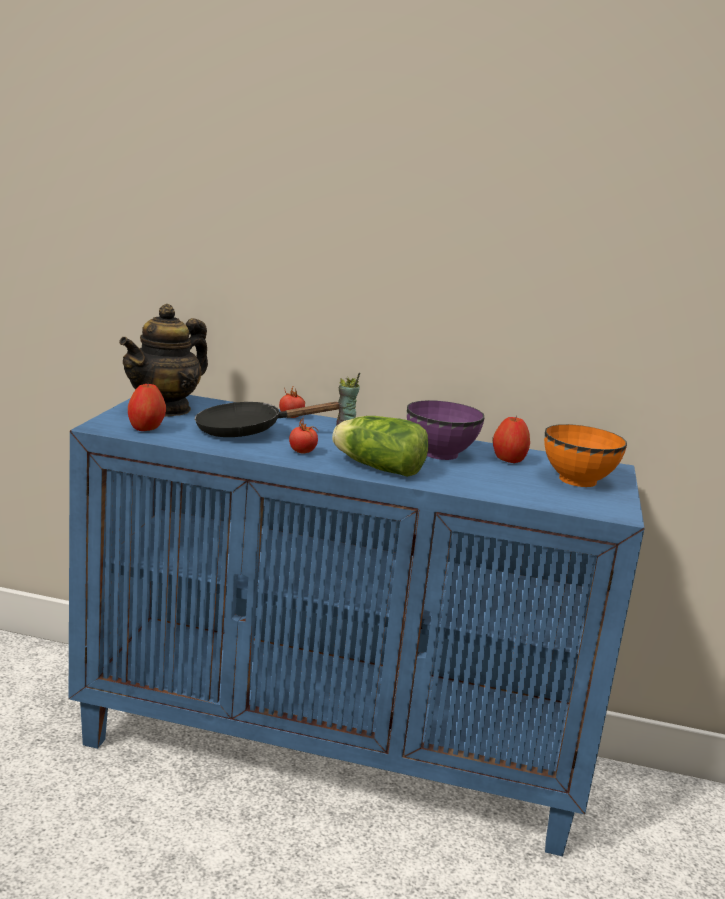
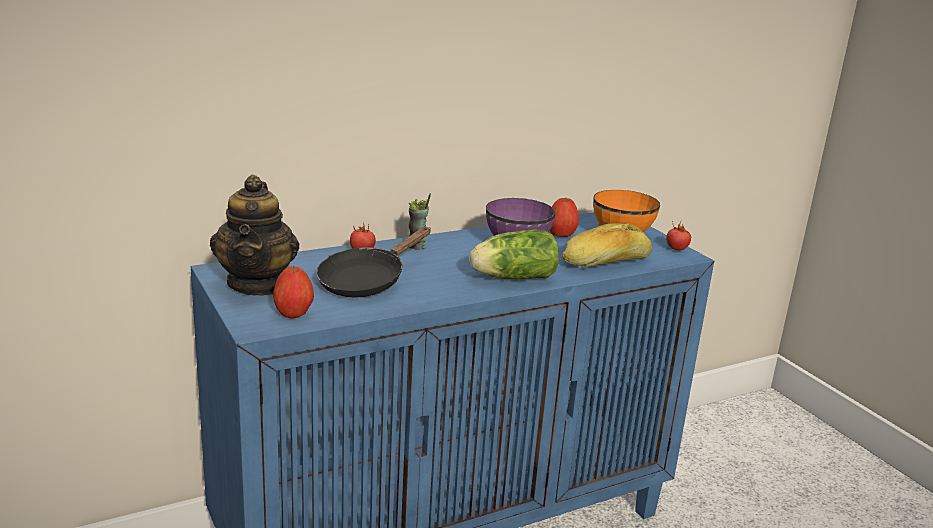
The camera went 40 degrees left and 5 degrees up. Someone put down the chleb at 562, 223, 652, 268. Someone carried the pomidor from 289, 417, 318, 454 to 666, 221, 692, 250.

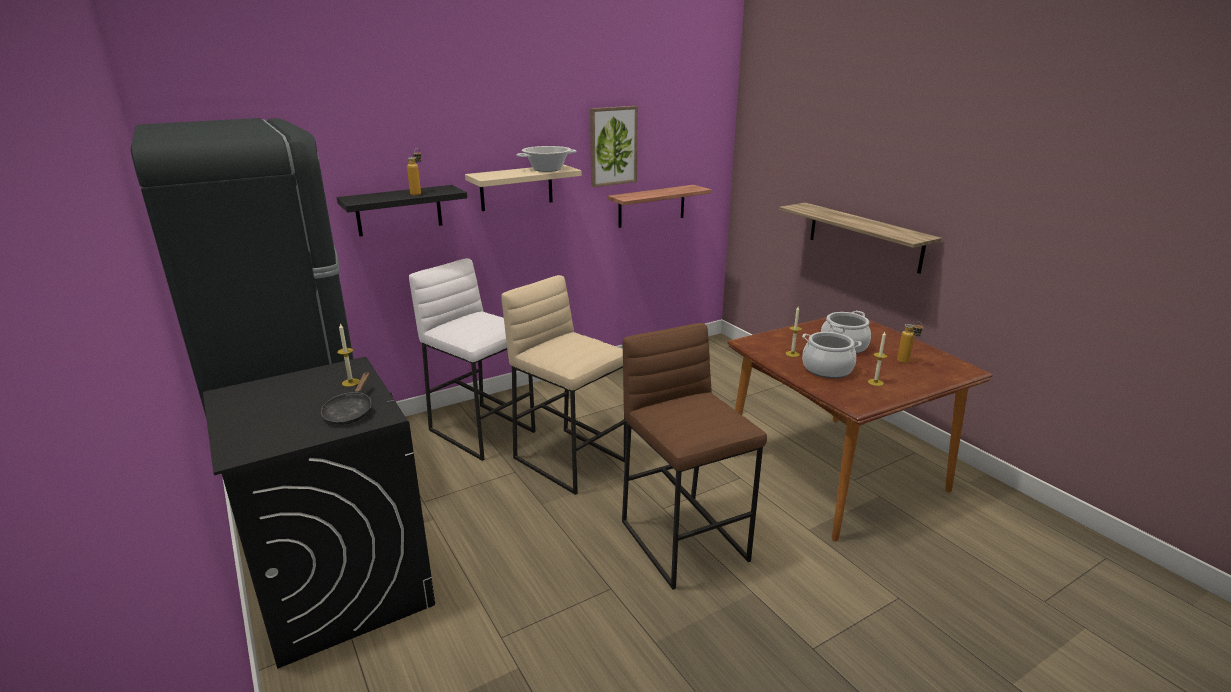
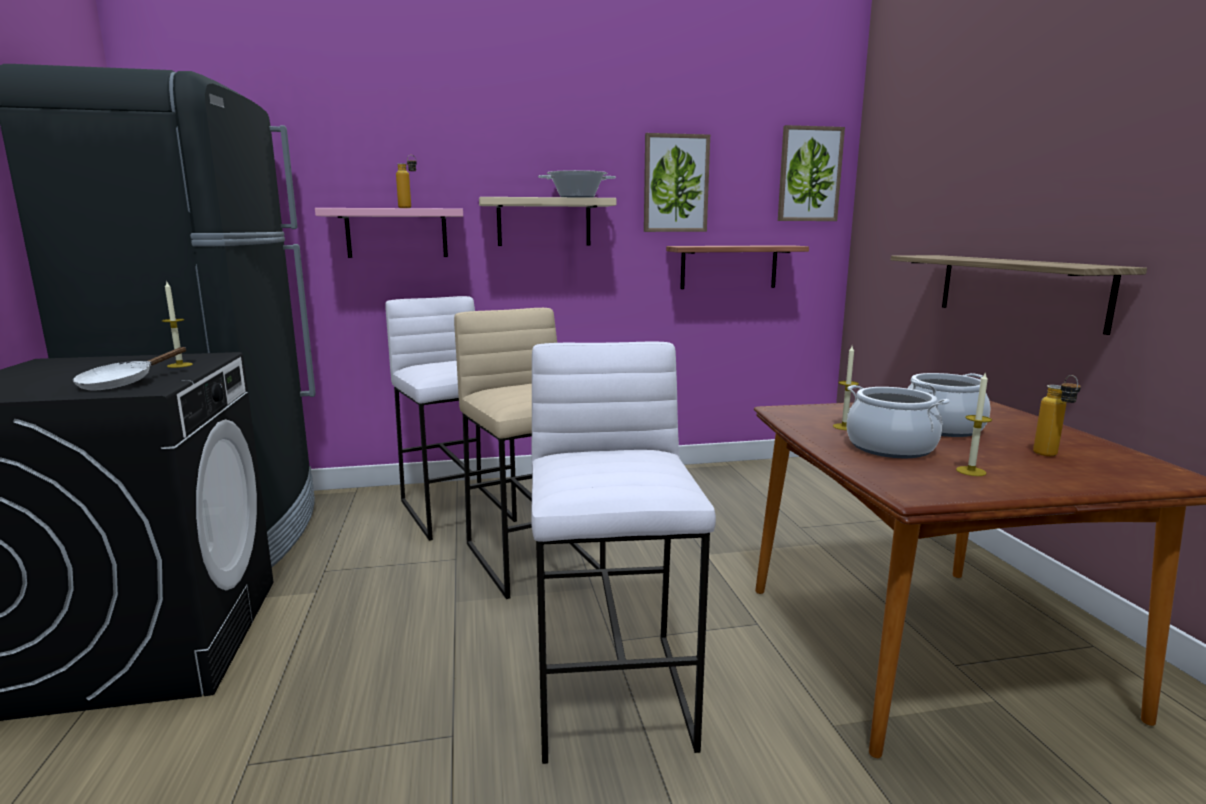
The camera went 20 degrees right and 10 degrees down. Someone repainted the patelnia (czarny) at 321, 372, 371, 425, which became the patelnia (biały) at 73, 347, 187, 391. Someone repainted the półka (czarny) at 337, 185, 467, 237, which became the półka (różowy) at 315, 208, 463, 258. Someone repainted the stołek (brązowy) at 622, 323, 767, 590, which became the stołek (biały) at 531, 342, 716, 764. Someone put up the obraz at 778, 125, 845, 221.

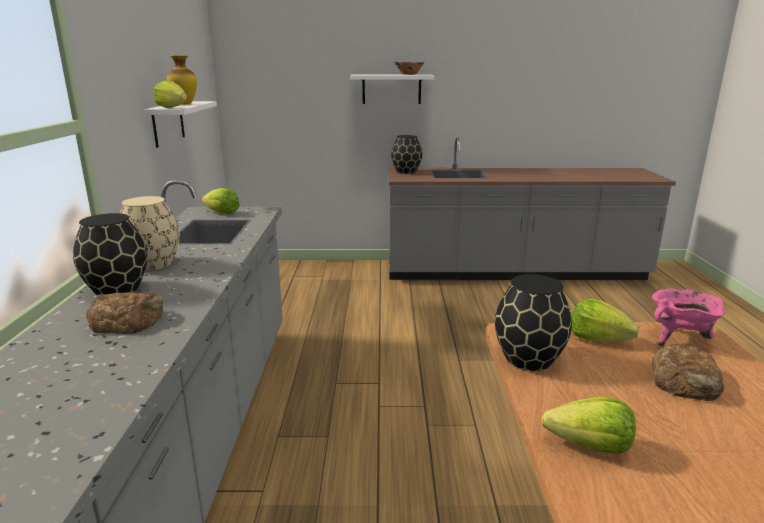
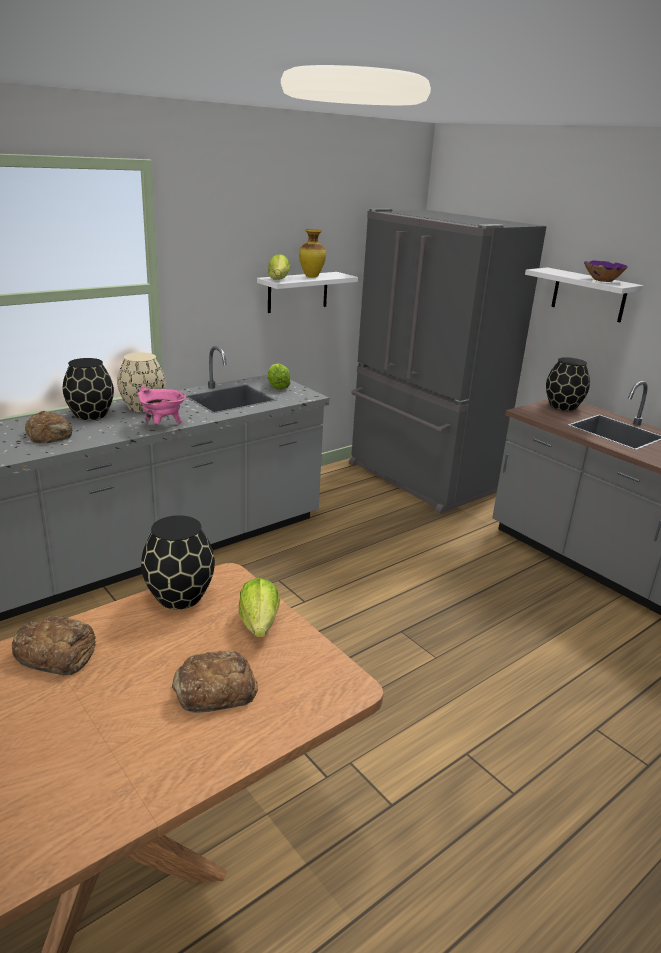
The camera went 50 degrees right and 5 degrees up. Someone swapped the sałata at 542, 397, 636, 454 for the chleb at 12, 616, 96, 676. Someone carried the garnek (różowy) from 652, 289, 725, 346 to 137, 386, 186, 424. Someone put down the lodówka (szary) at 349, 209, 547, 514.

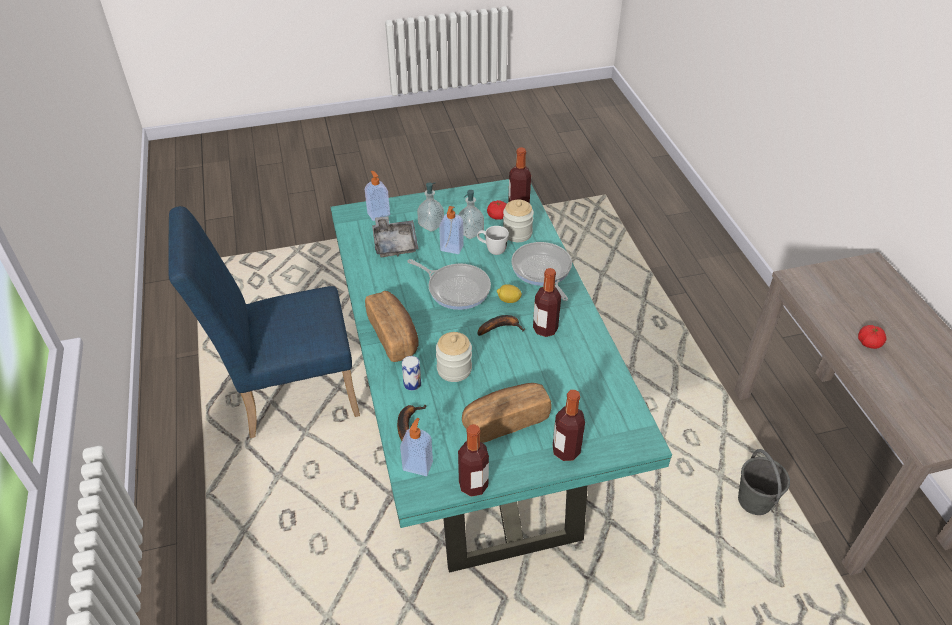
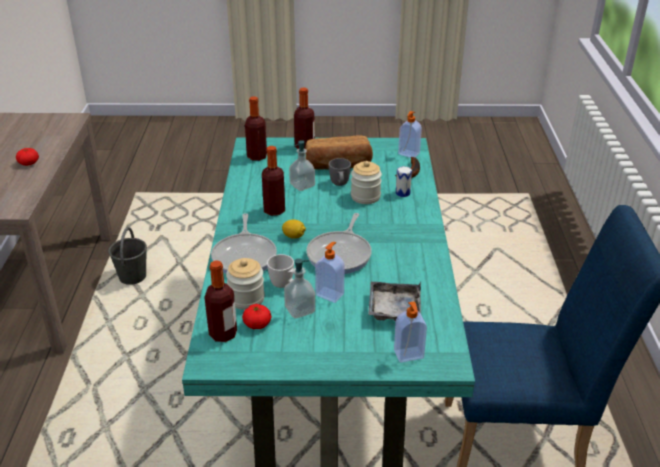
The camera went 165 degrees left and 10 degrees down. Someone carried the butelka from 458, 424, 489, 497 to 245, 96, 267, 161. Someone carried the dozownik mydła from 417, 183, 444, 232 to 289, 140, 315, 191. Someone rotated the patelnia at 407, 259, 491, 310 by 120 degrees counterclockwise. Someone put down the kubek (szary) at 329, 158, 351, 186. Someone took away the chleb at 365, 291, 419, 362. Someone took away the banan at 477, 315, 525, 336.

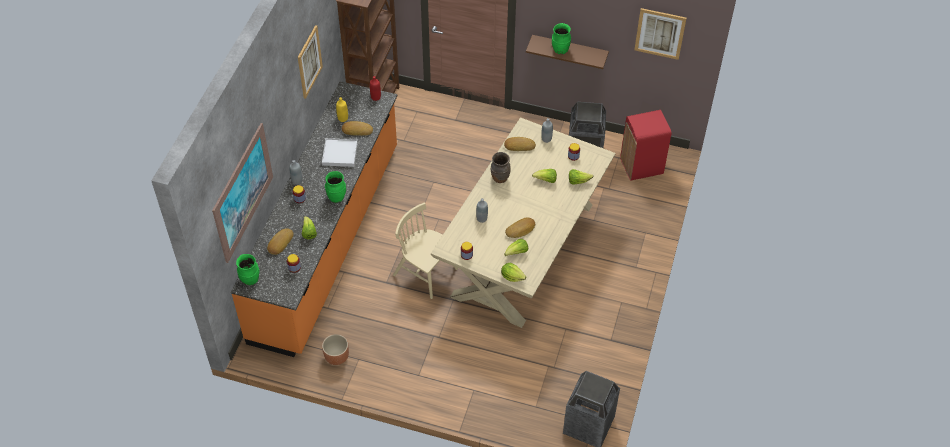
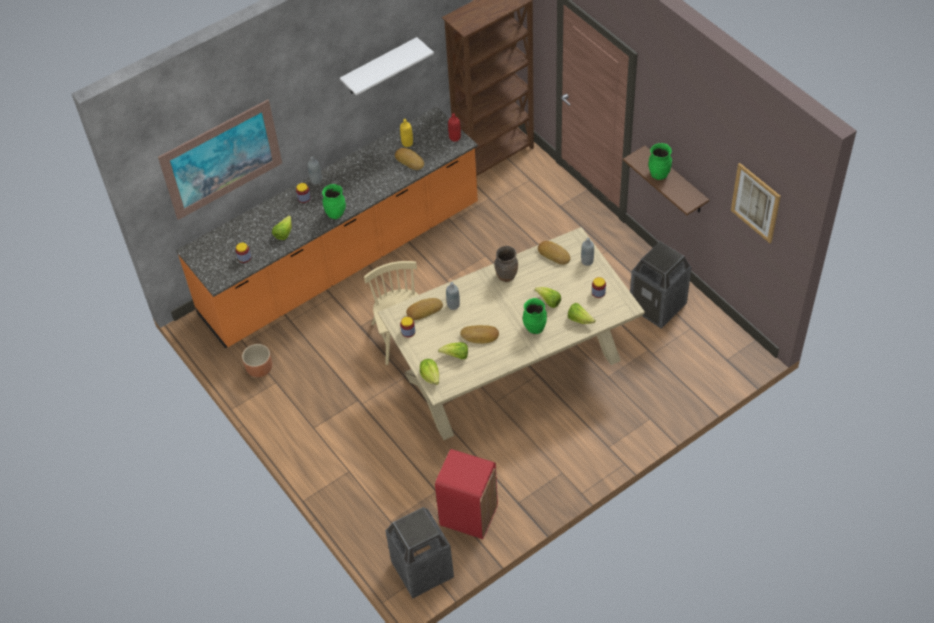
The camera went 40 degrees right and 0 degrees up. Someone swapped the obraz at 298, 25, 323, 99 for the półka (biały) at 340, 37, 434, 95. Someone carried the chleb from 267, 228, 294, 255 to 406, 298, 443, 320. Someone carried the kosz na śmieci (czerwony) from 620, 110, 671, 181 to 435, 449, 498, 539. Someone carried the wazon (zielony) from 236, 254, 259, 285 to 523, 298, 547, 334. Someone took away the taca (biały) at 322, 138, 358, 167.

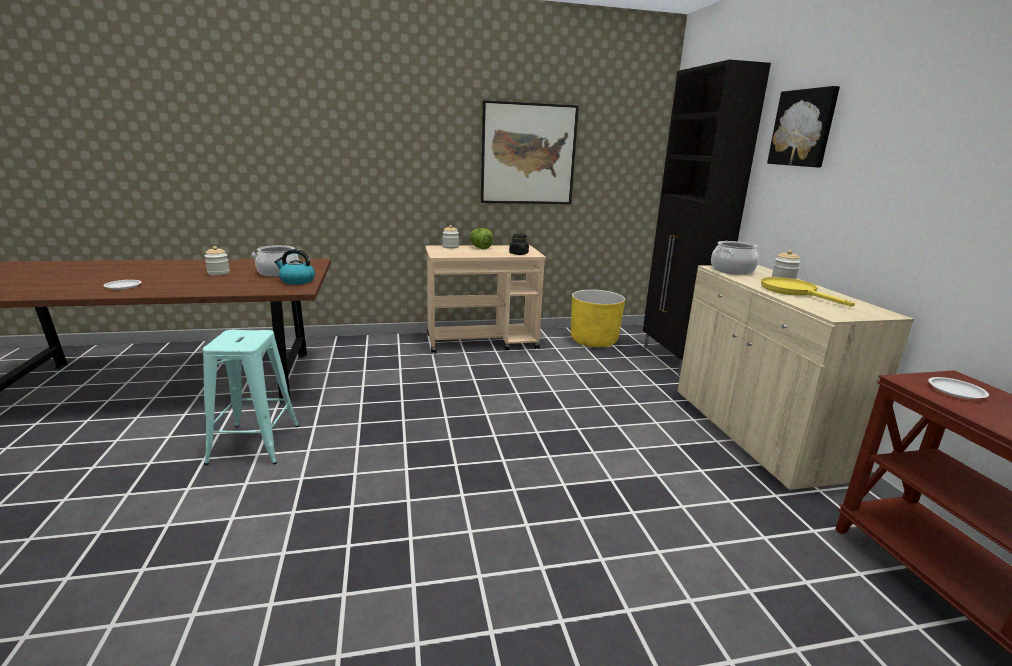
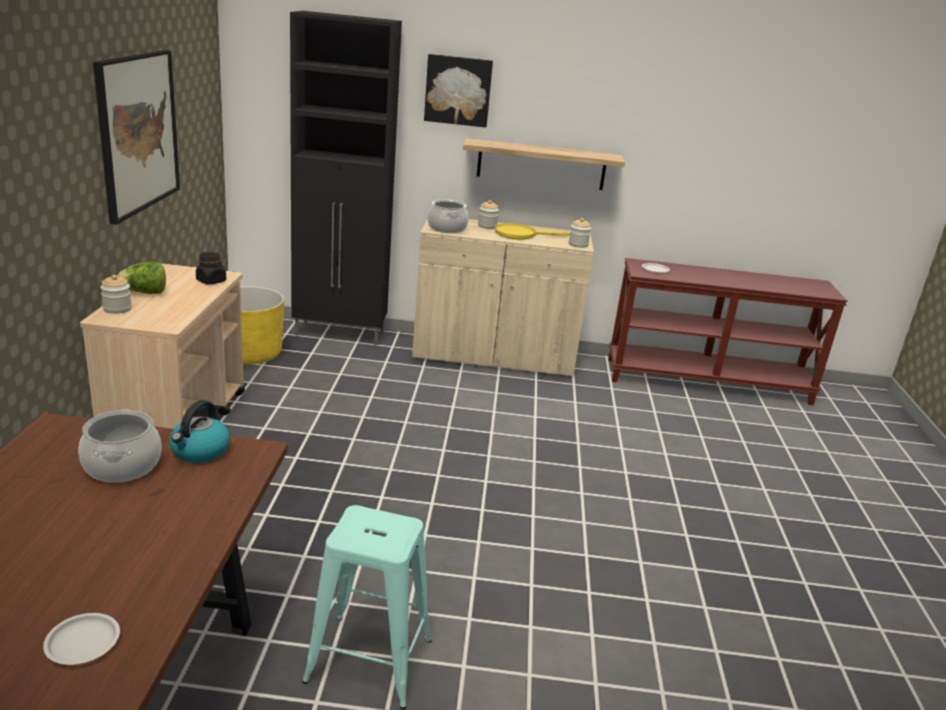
The camera went 75 degrees left and 5 degrees up. Someone put up the półka at 463, 138, 625, 190. Someone carried the słoik from 205, 246, 230, 276 to 569, 218, 591, 248.

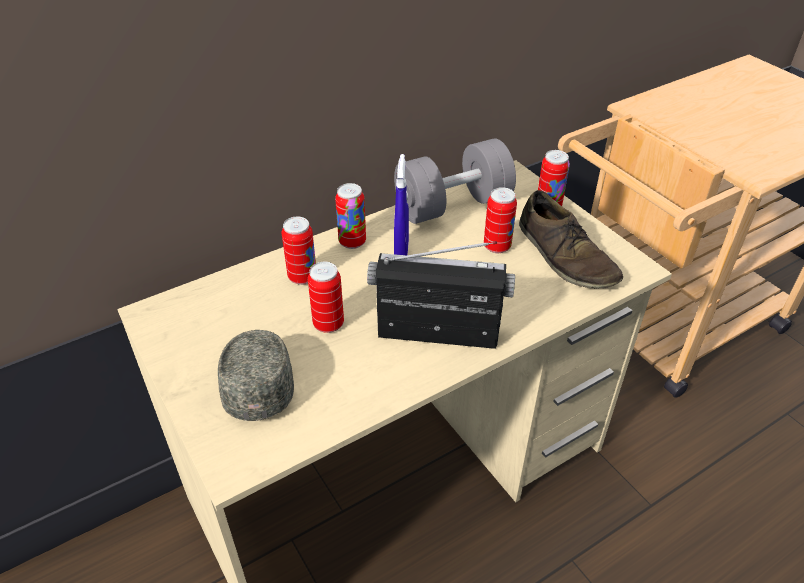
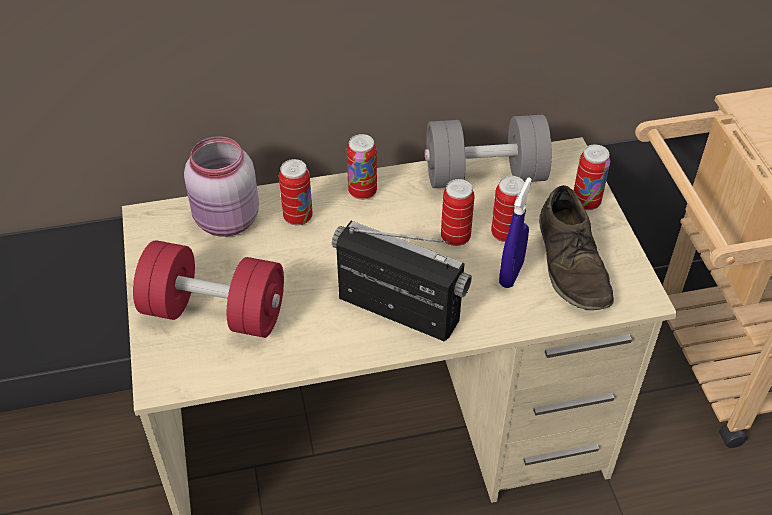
The camera went 20 degrees right and 5 degrees up. Someone swapped the czapka z daszkiem (szary) at 218, 330, 294, 421 for the hantel (czerwony) at 133, 240, 284, 338. Someone put down the słoik (różowy) at 184, 137, 259, 237. Someone carried the puszka from 308, 262, 344, 333 to 441, 179, 475, 246. Someone carried the spryskiwacz (niebieski) from 394, 154, 409, 255 to 499, 177, 532, 288.

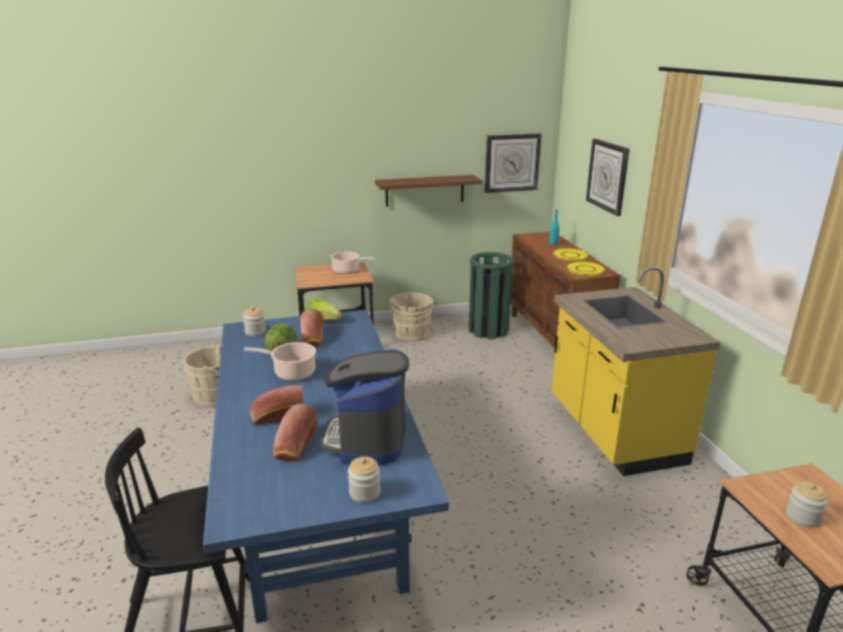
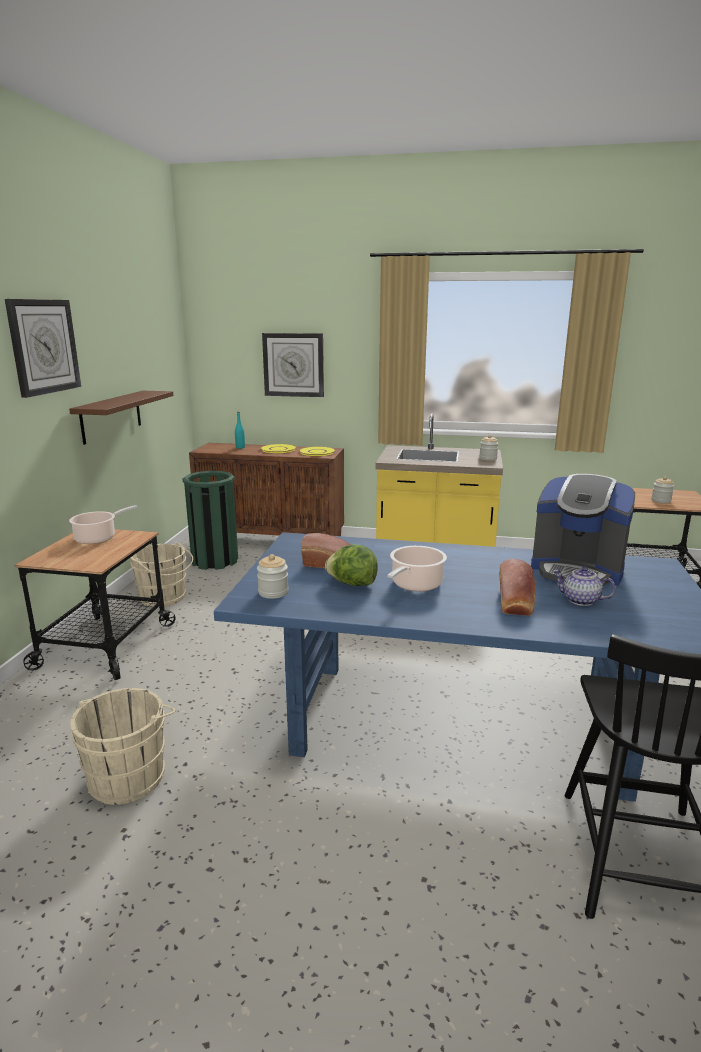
The camera went 65 degrees left and 5 degrees down. Someone carried the zegar ścienny from 485, 134, 541, 193 to 5, 299, 81, 398. Someone carried the słoik from 348, 457, 381, 503 to 479, 435, 498, 461. Someone swapped the chleb at 273, 404, 317, 461 for the imbryk at 553, 567, 616, 606. Someone took away the sałata at 306, 298, 342, 320.

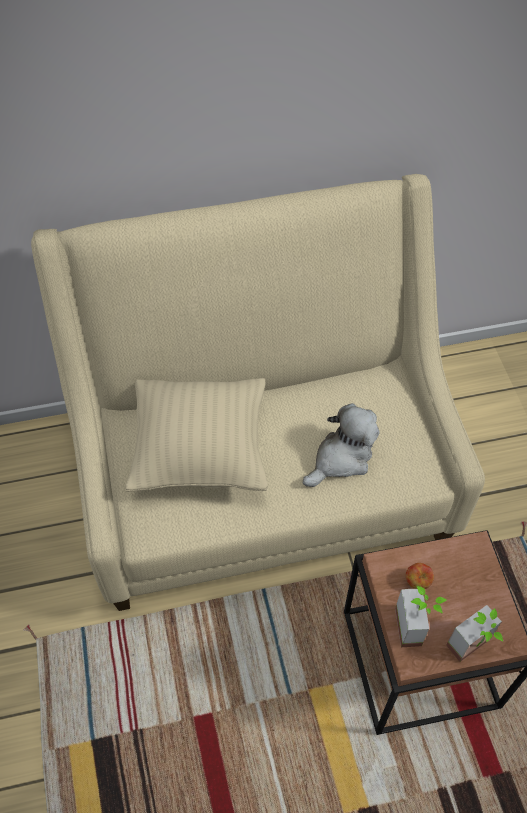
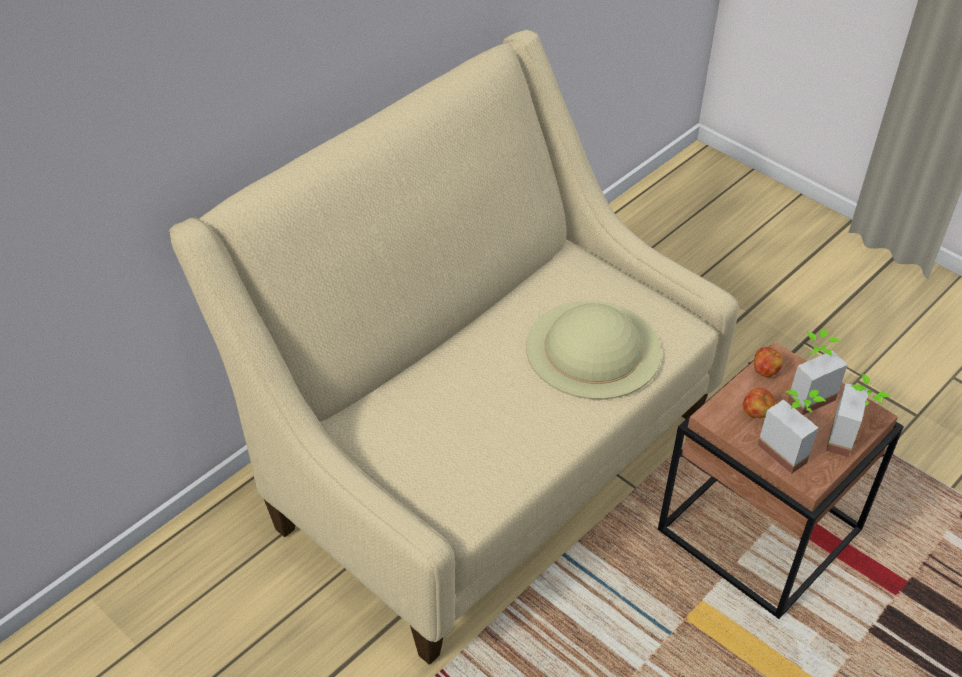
The camera went 35 degrees left and 10 degrees down. Someone swapped the pluszak at 303, 403, 380, 487 for the kapelusz (beżowy) at 526, 301, 662, 400. Someone put down the jabłko at 754, 347, 783, 377. Someone put down the roślina doniczkowa at 787, 329, 847, 415. Someone took away the poduszka (beżowy) at 125, 378, 268, 492.

